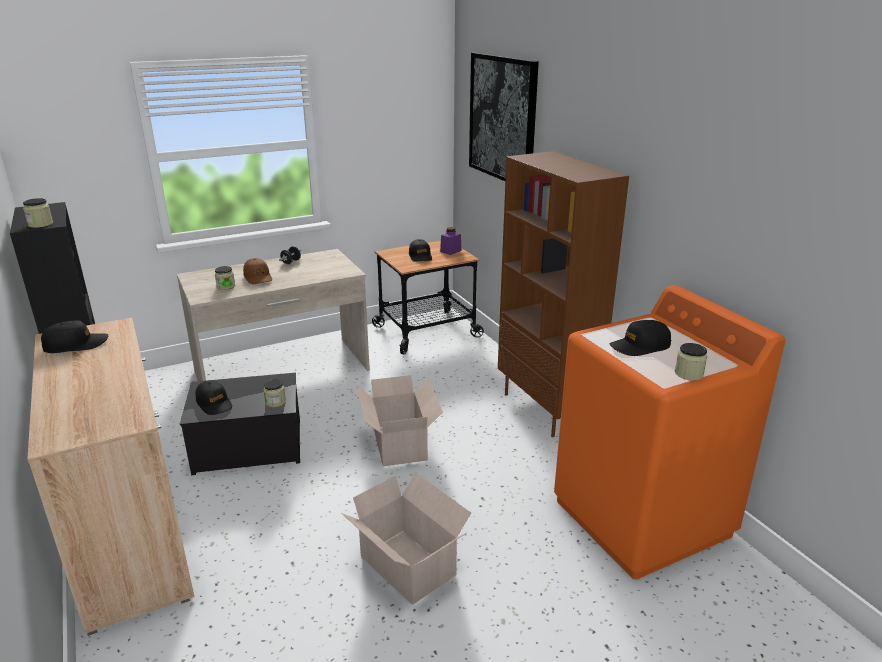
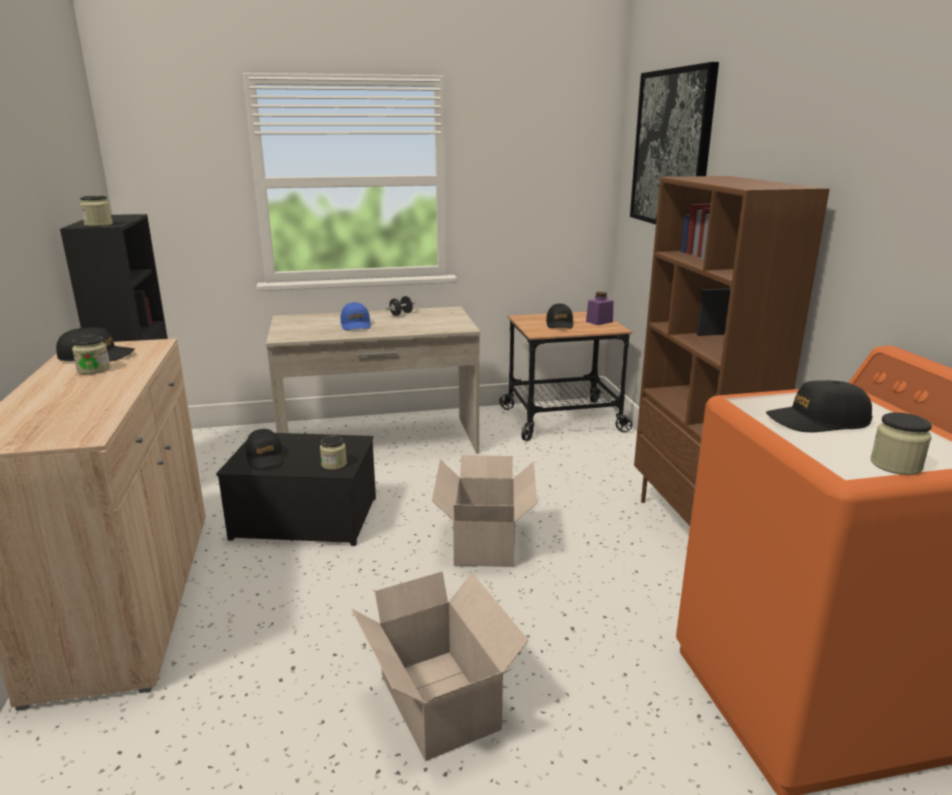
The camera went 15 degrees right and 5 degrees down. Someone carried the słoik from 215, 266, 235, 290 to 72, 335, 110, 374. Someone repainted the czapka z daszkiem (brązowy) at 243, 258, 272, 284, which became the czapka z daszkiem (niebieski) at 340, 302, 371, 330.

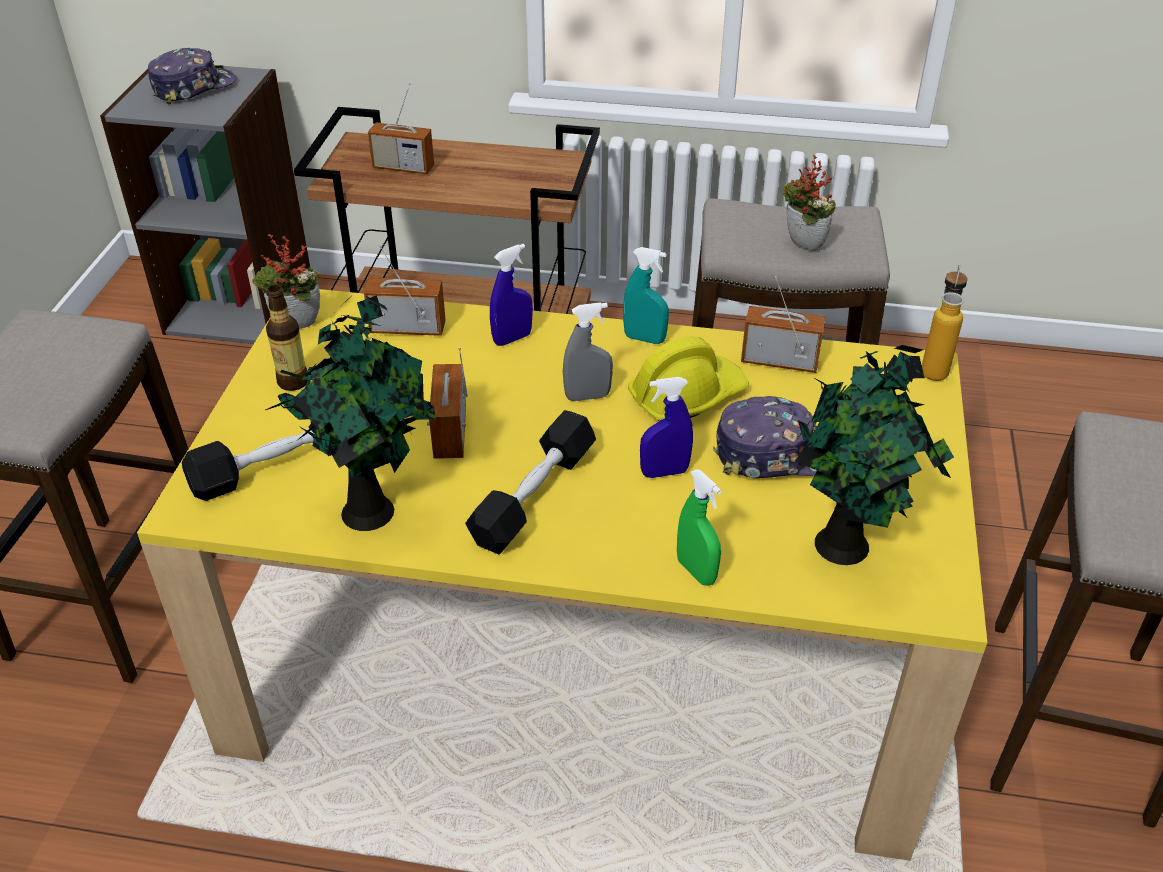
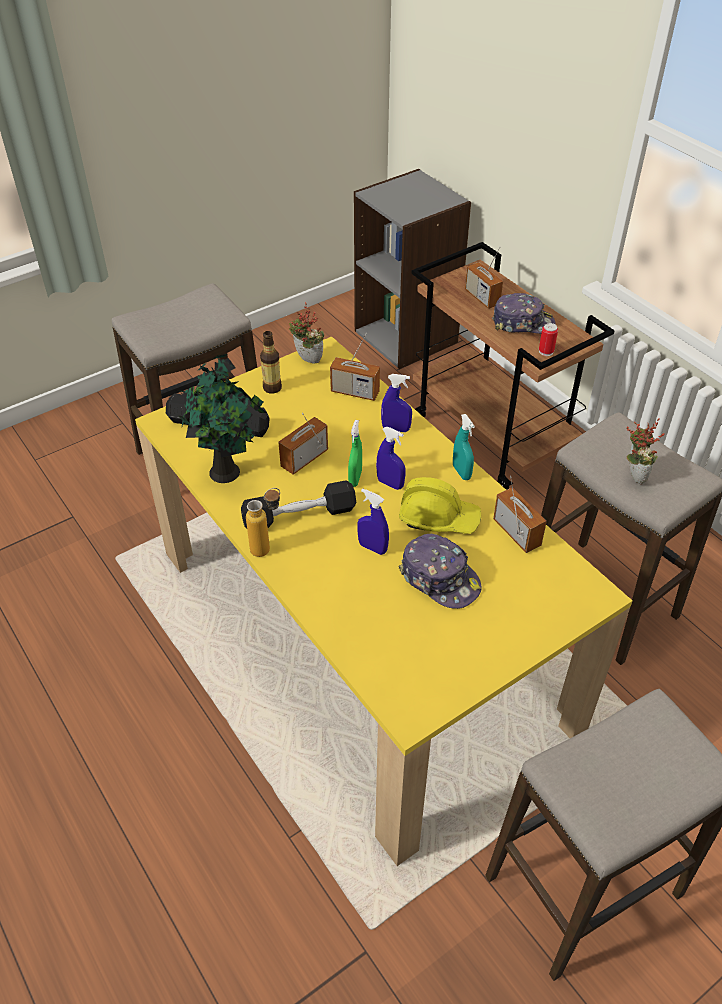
The camera went 45 degrees right and 5 degrees up. Someone carried the butelka from 922, 264, 967, 381 to 246, 488, 280, 557. Someone rotated the radio at 364, 245, 446, 336 by 150 degrees clockwise. Someone carried the spryskiwacz (zielony) from 677, 469, 722, 586 to 348, 420, 362, 487. Someone repainted the spryskiwacz (szary) at 563, 302, 613, 401, which became the spryskiwacz (niebieski) at 376, 427, 406, 490. Someone carried the czapka z daszkiem from 148, 48, 237, 104 to 492, 293, 556, 334. Someone put down the puszka at 539, 323, 558, 356. Someone took away the roślina doniczkowa at 795, 345, 954, 565.

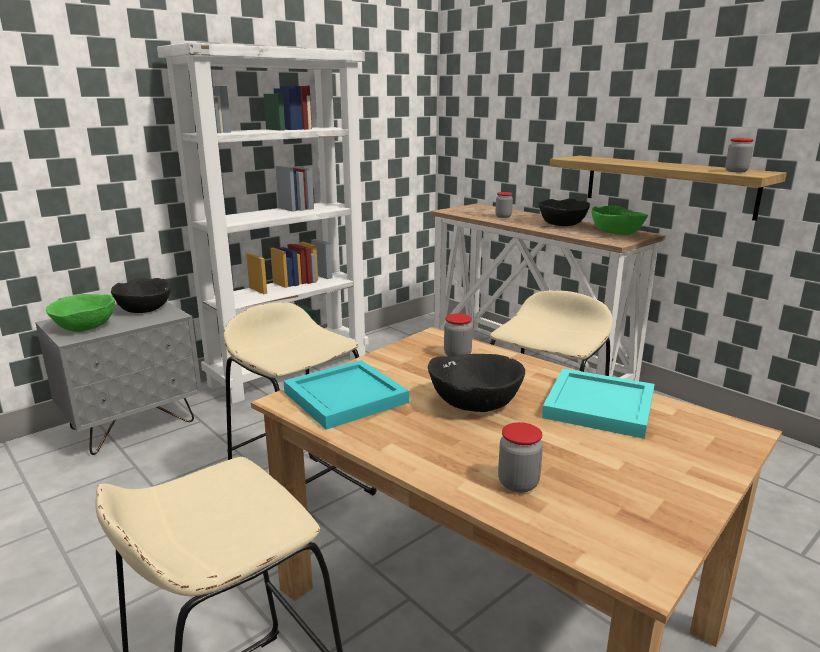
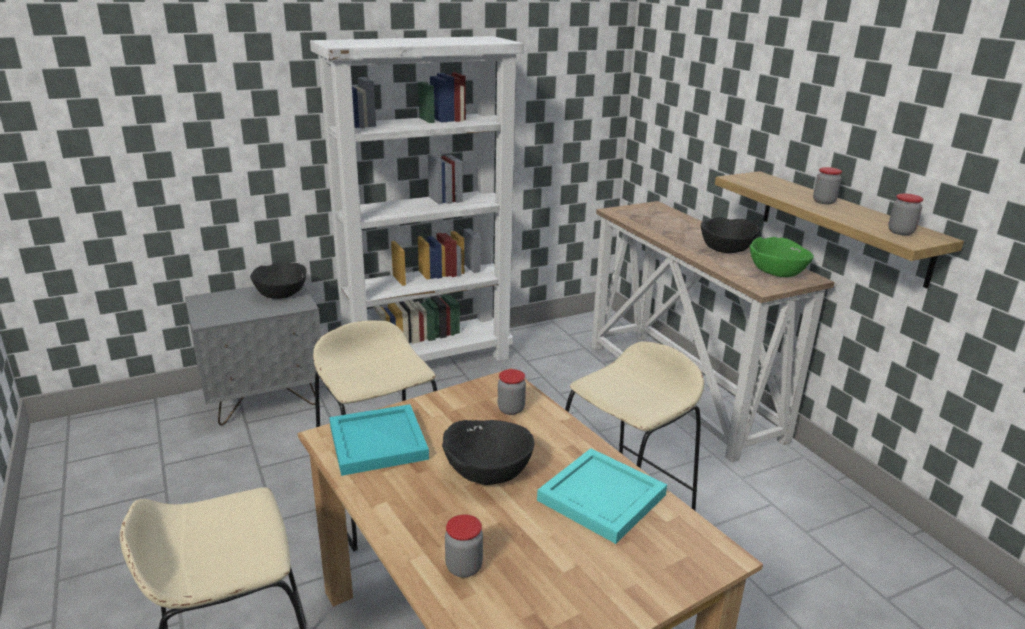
The camera went 15 degrees right and 5 degrees up. Someone carried the słoik from 496, 192, 513, 218 to 813, 167, 842, 204. Someone took away the miska (zielony) at 46, 294, 115, 332.

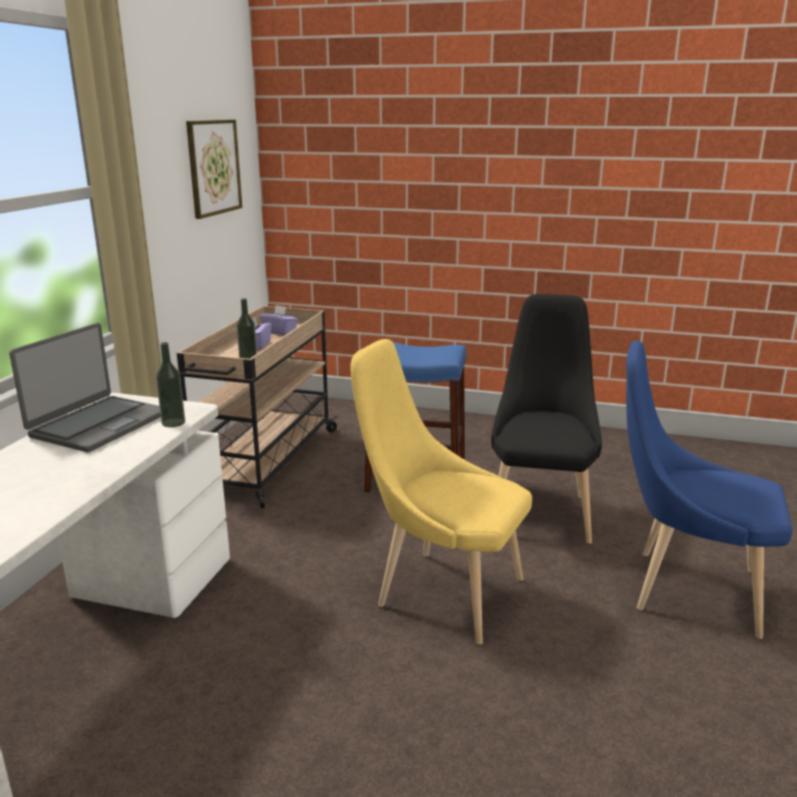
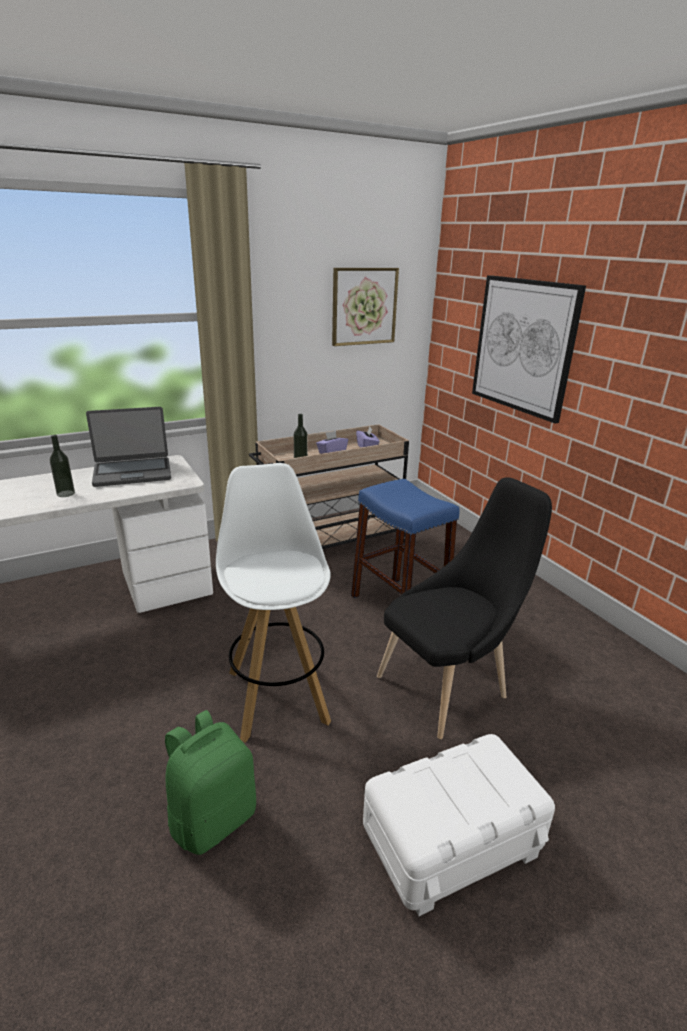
The camera went 45 degrees right and 5 degrees up. Someone carried the butelka from 156, 342, 185, 427 to 50, 435, 75, 497. Someone put down the plecak (zielony) at 165, 710, 256, 855. Someone swapped the krzesło (żółty) at 351, 339, 532, 644 for the stołek (biały) at 216, 463, 331, 743. Someone swapped the krzesło (niebieski) at 626, 341, 793, 639 for the pojemnik do przechowywania (biały) at 363, 734, 555, 916. Someone put up the obraz at 472, 275, 586, 424.

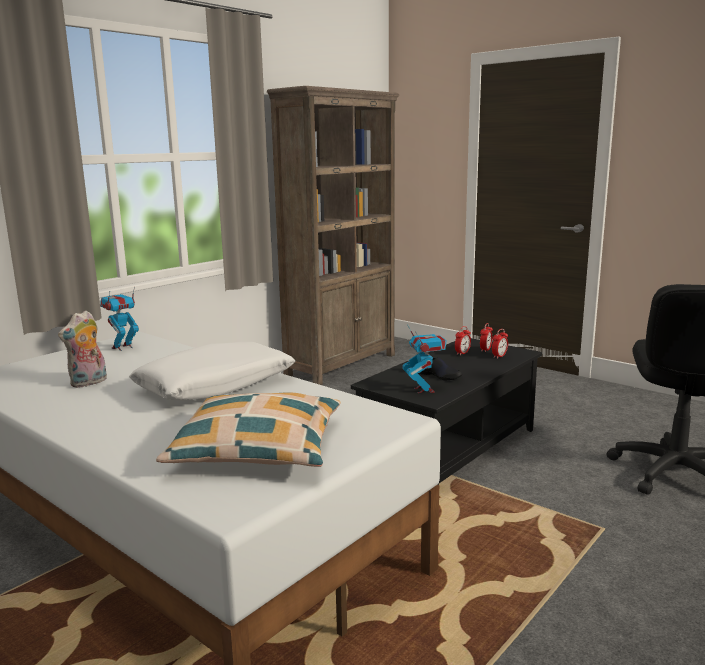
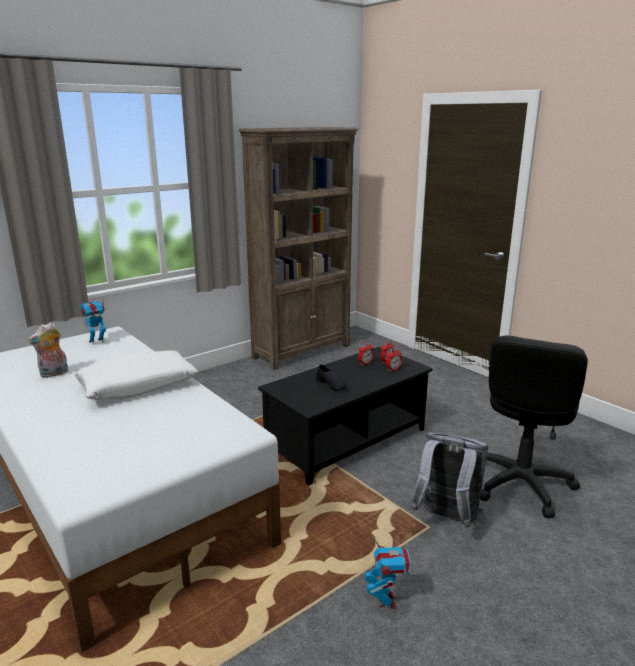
The camera went 10 degrees right and 5 degrees up. Someone carried the robot zabawkowy from 402, 324, 447, 393 to 365, 536, 411, 609. Someone put down the plecak (szary) at 410, 432, 488, 528. Someone took away the poduszka at 156, 392, 341, 467.

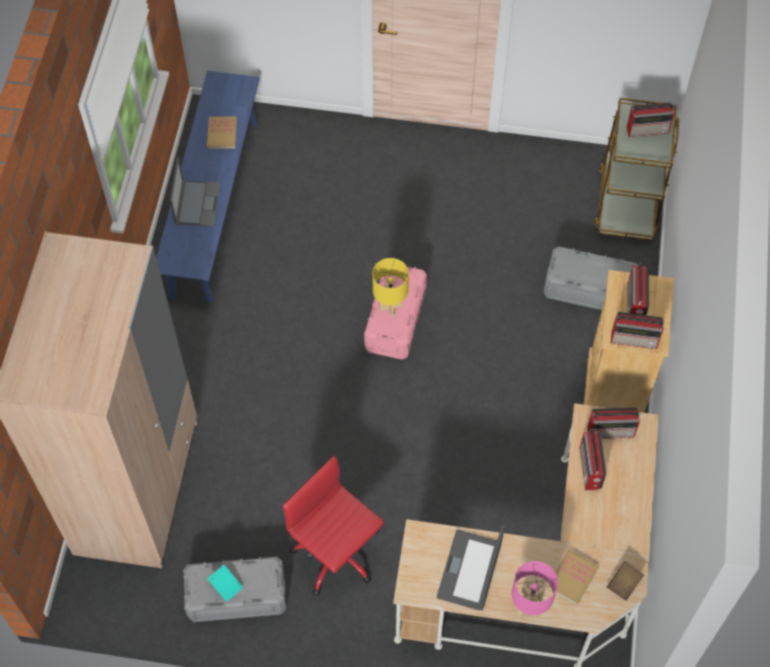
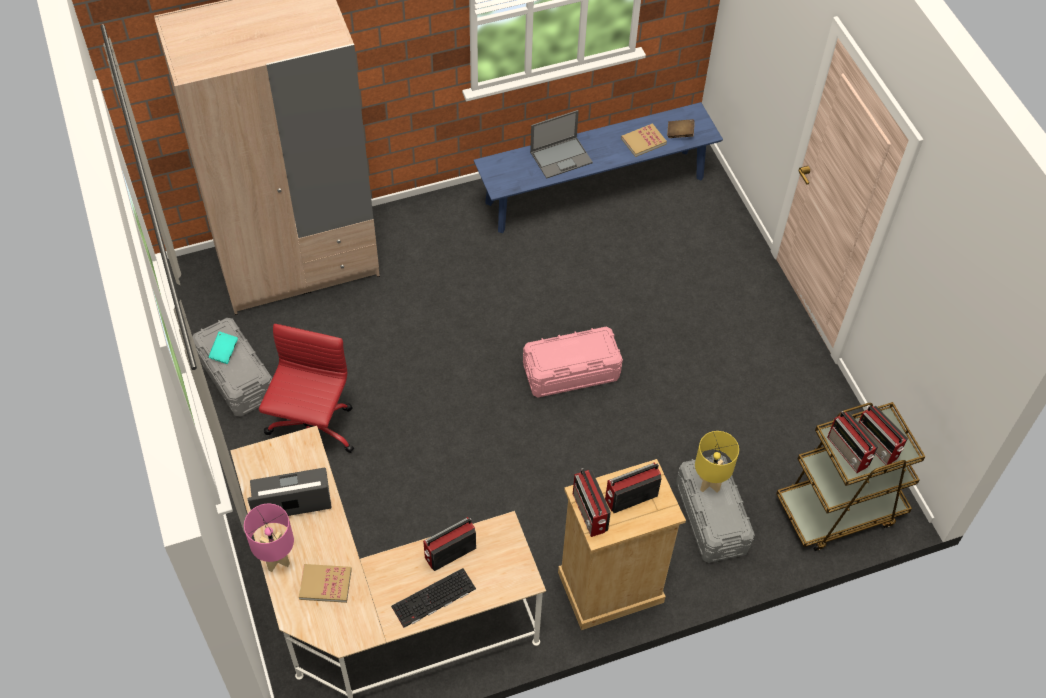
The camera went 60 degrees right and 5 degrees down. Someone put down the klawiatura at 391, 568, 476, 628. Someone carried the książka (brązowy) from 607, 561, 644, 601 to 667, 119, 695, 138. Someone carried the lampa stołowa (żółty) from 372, 258, 409, 317 to 695, 431, 739, 493. Someone carried the radio from 587, 407, 640, 439 to 827, 411, 878, 473.

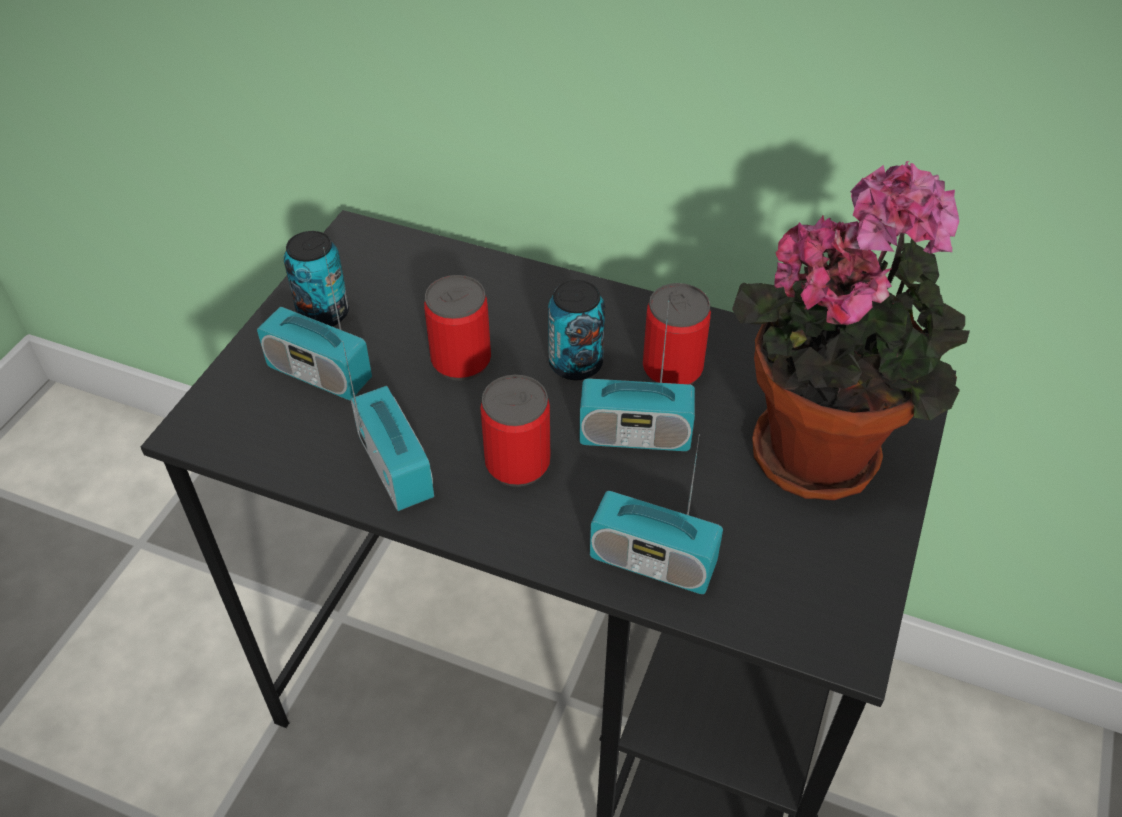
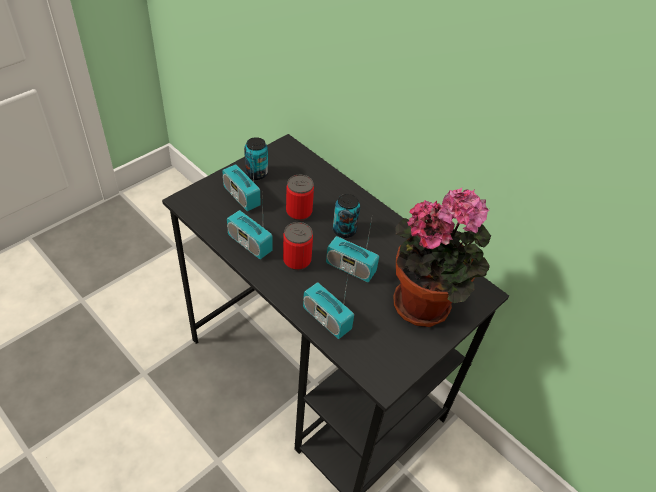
The camera went 20 degrees right and 0 degrees up. Someone rotated the radio at 342, 341, 434, 511 by 135 degrees clockwise. Someone took away the puszka at 643, 283, 711, 385.

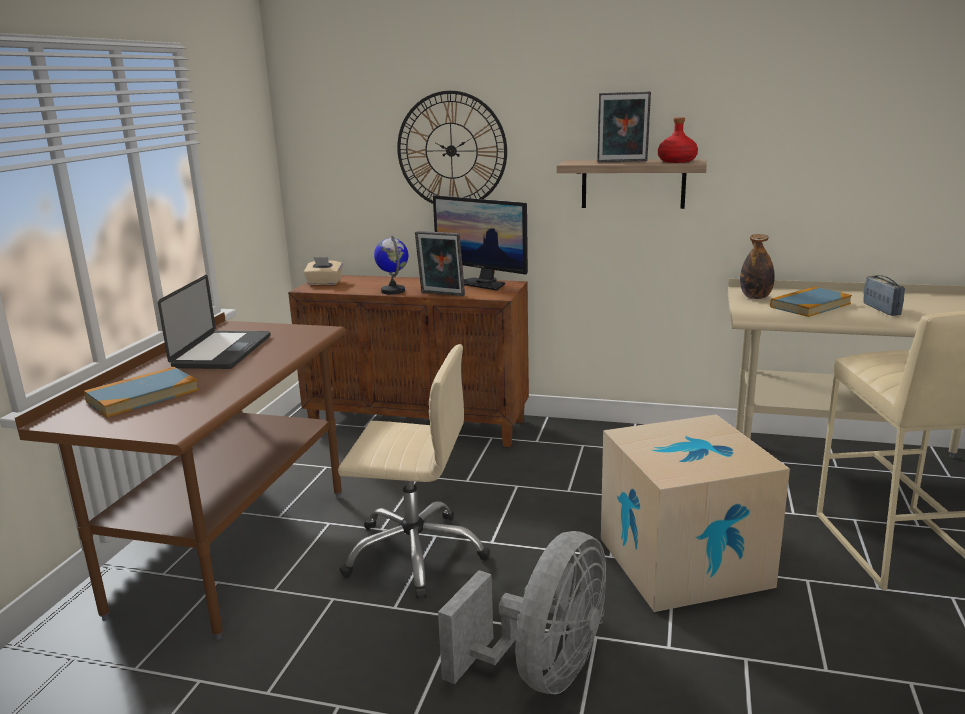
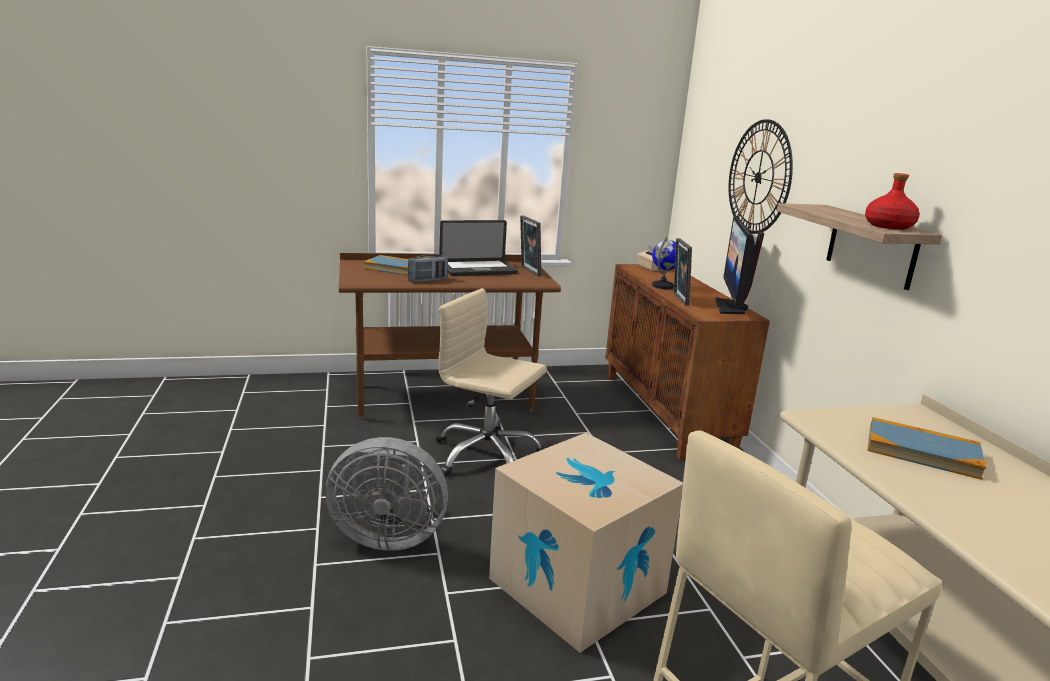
The camera went 60 degrees right and 0 degrees up. Someone carried the radio from 863, 275, 905, 316 to 408, 254, 448, 282. Someone rotated the krzesło biurowe (beżowy) at 338, 344, 490, 599 by 135 degrees clockwise. Someone carried the ramka na zdjęcie from 597, 91, 651, 162 to 520, 215, 541, 276. Someone took away the butelka at 740, 234, 775, 299.

